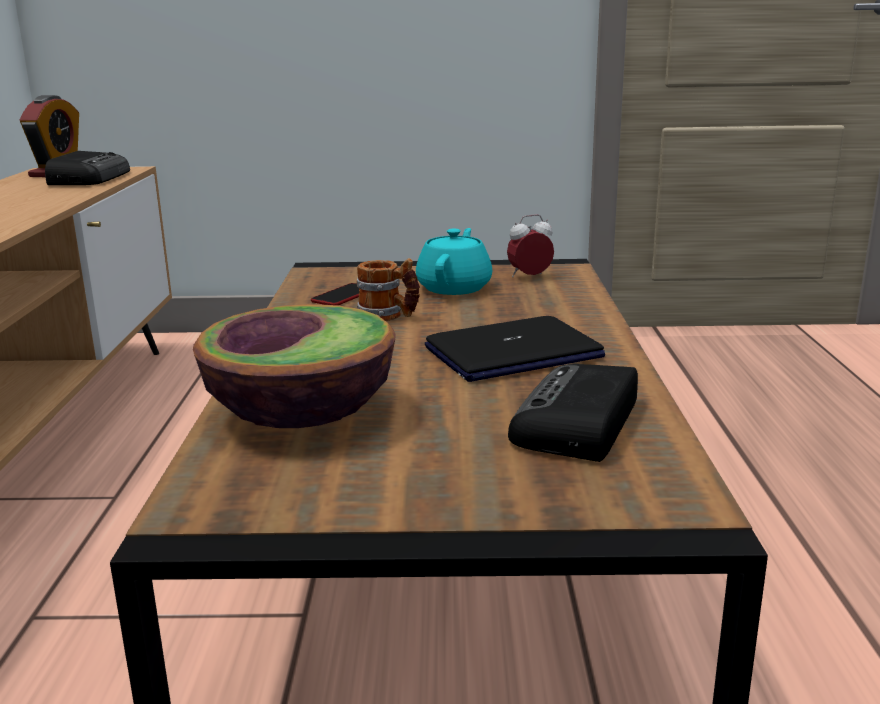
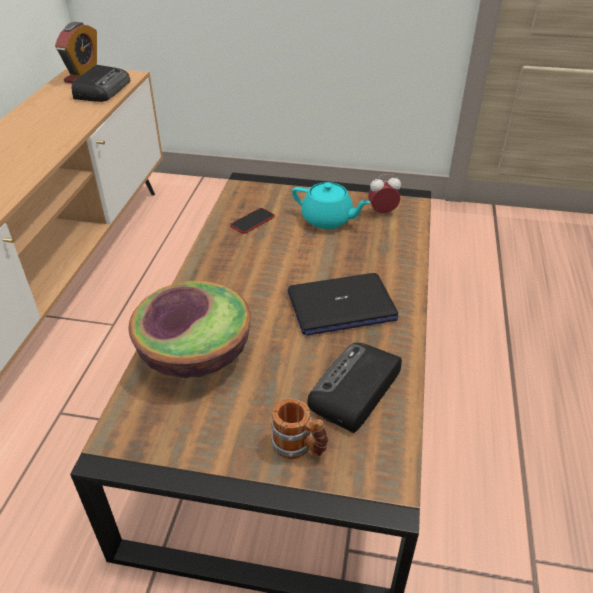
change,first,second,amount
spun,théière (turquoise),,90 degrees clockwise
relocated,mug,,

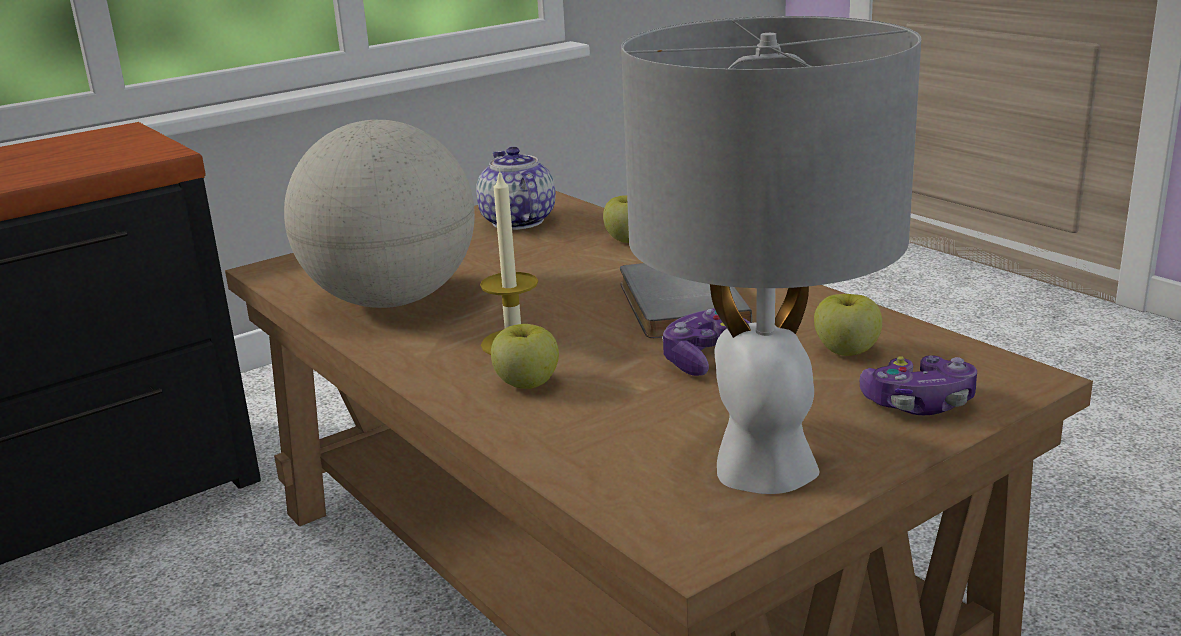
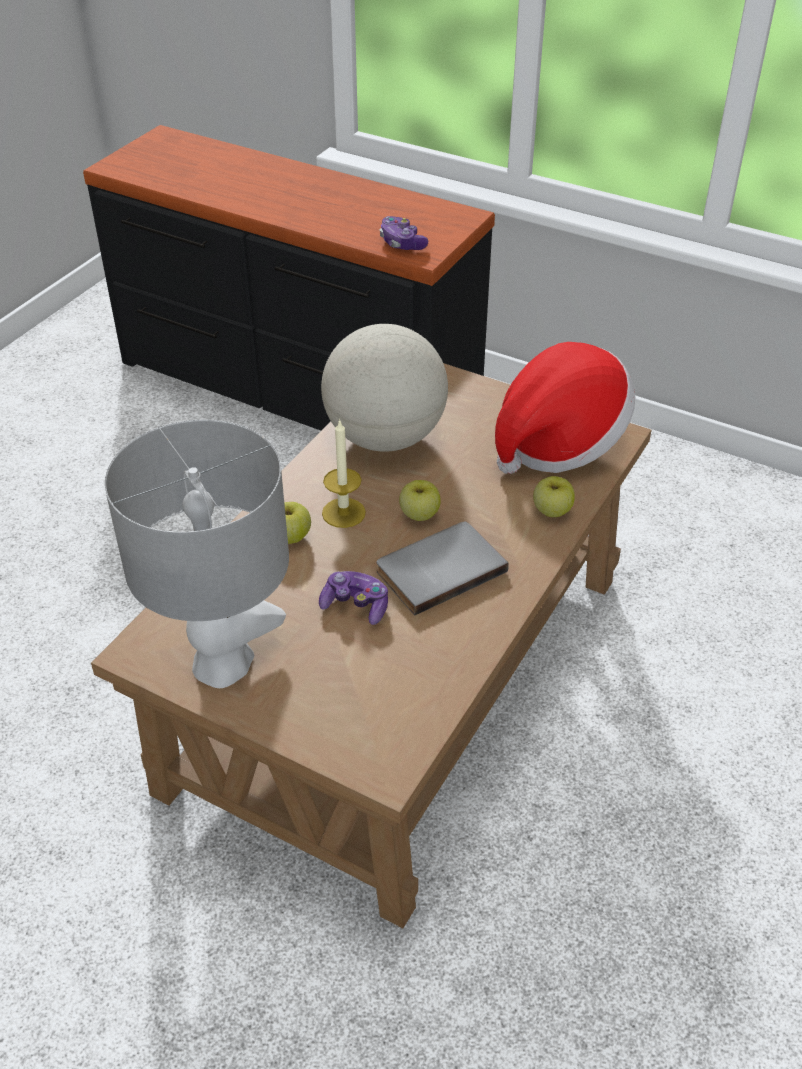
change,first,second,amount
exchanged,théière,chapeau,
relocated,pomme (no. 3 from left in the first image),pomme (no. 2 from left),
relocated,manette (no. 2 from left),,

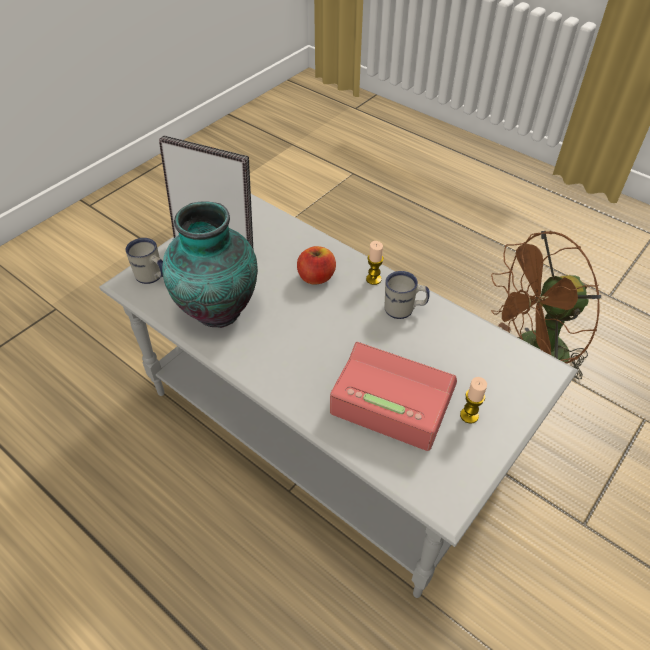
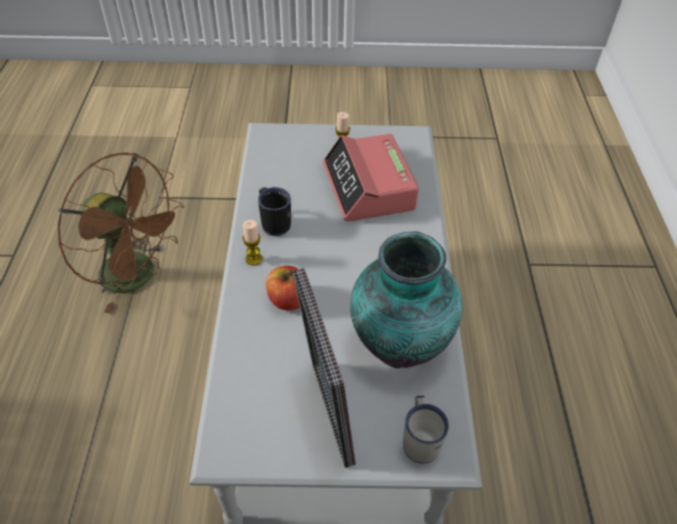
change,first,second,amount
colour,mug (blanc) (no. 2 from left),mug (noir),

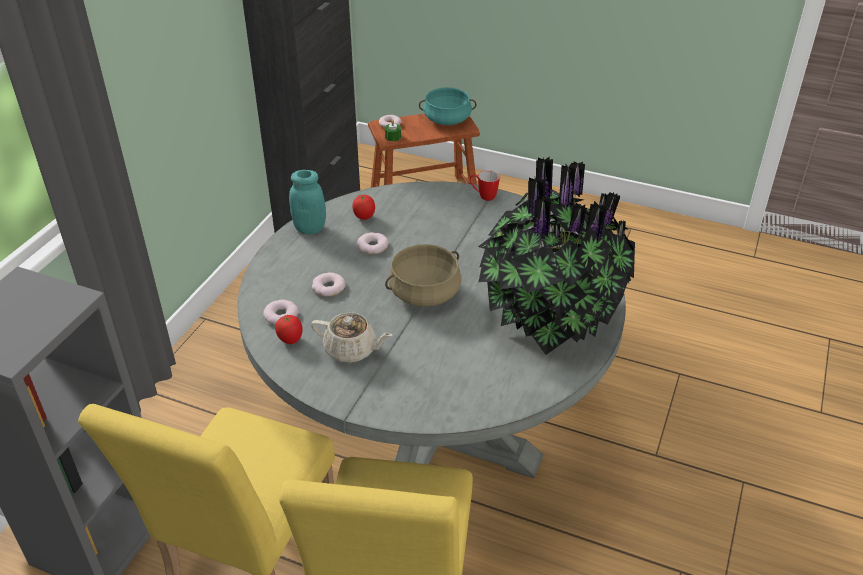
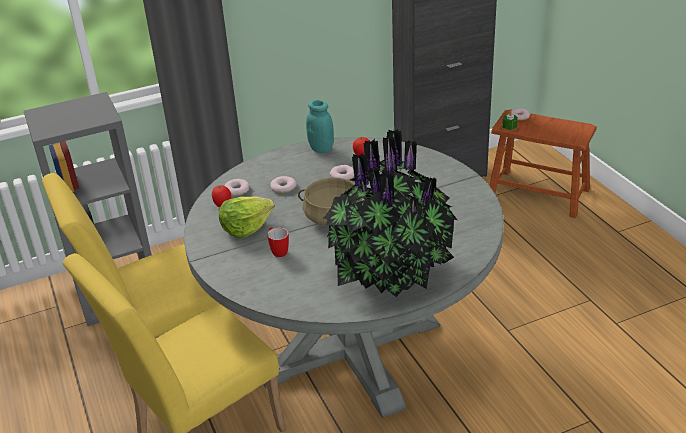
change,first,second,amount
missing,marmite (turquoise),,
relocated,mug,,
exchanged,théière (beige),laitue,

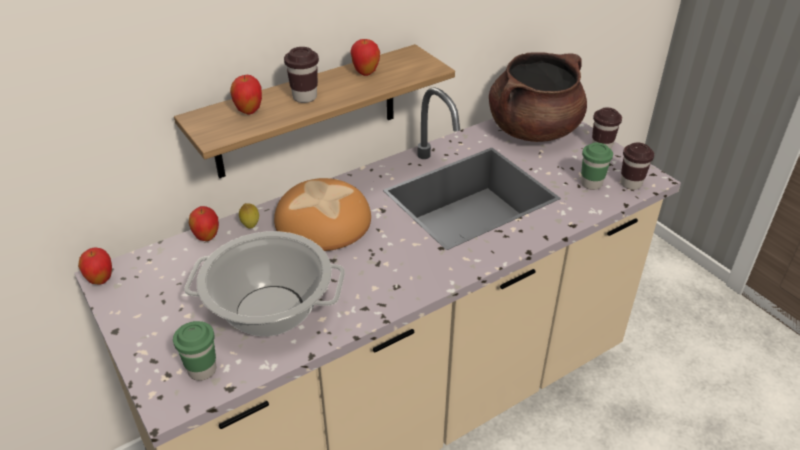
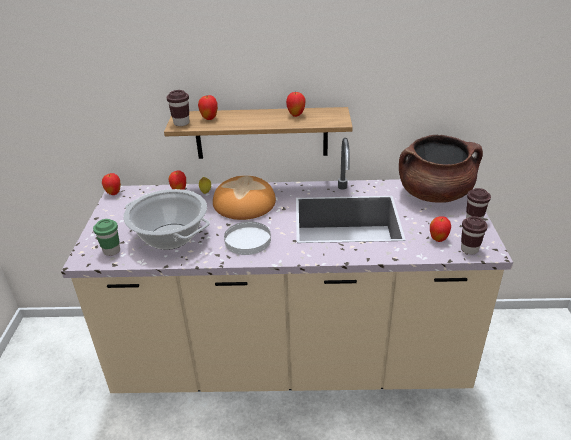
change,first,second,amount
relocated,tasse (marron) (no. 1 from left),,
exchanged,tasse (vert) (no. 2 from left),pomme (no. 5 from left),
appeared,,assiette (blanc),

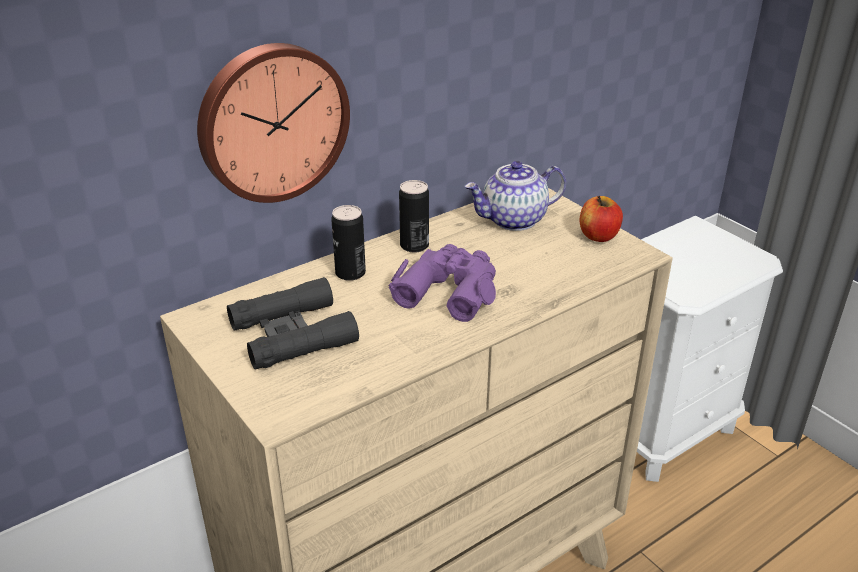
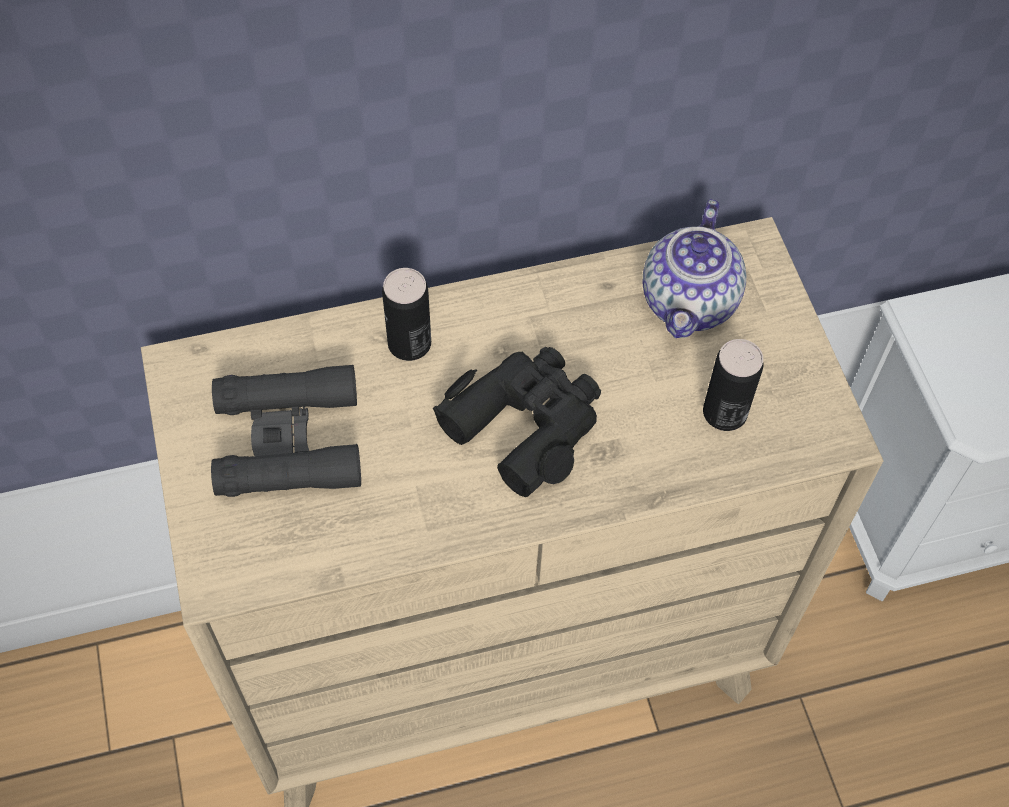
change,first,second,amount
missing,horloge murale,,
spun,théière,,75 degrees counterclockwise
relocated,boîte métallique (no. 2 from left),,
missing,pomme,,
colour,jumelles (violet),jumelles (noir) (no. 2 from left),

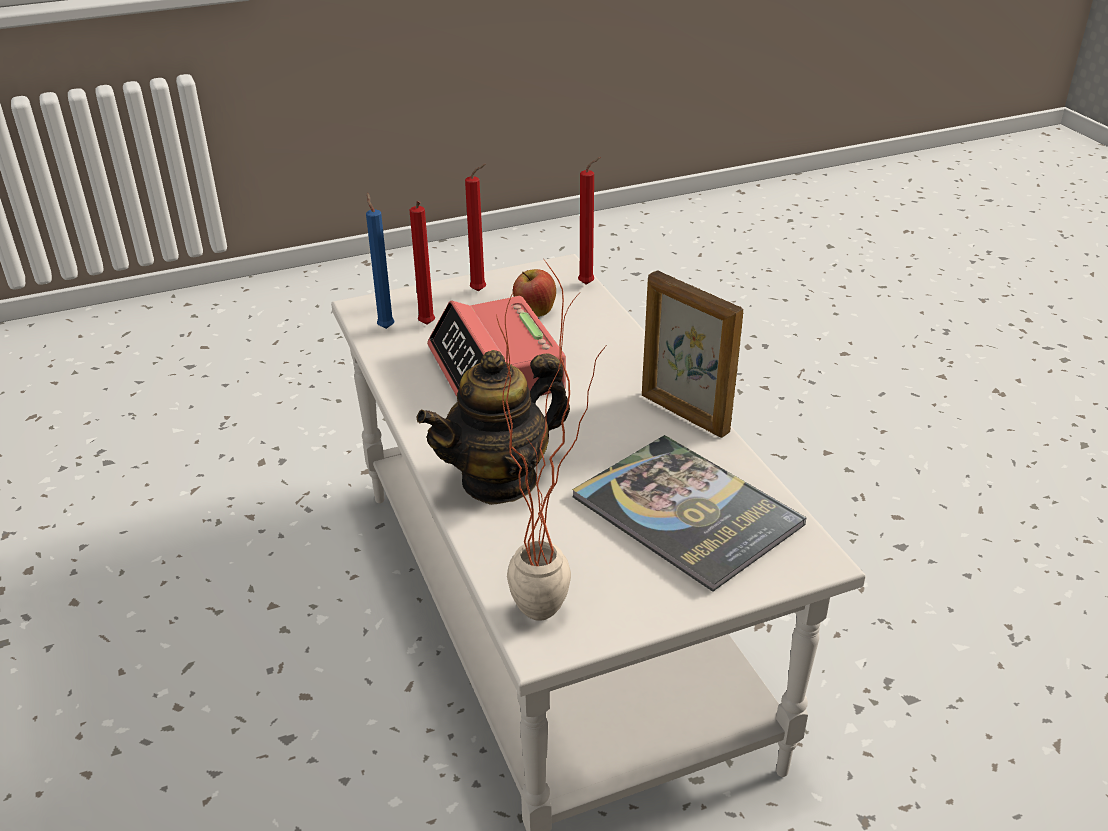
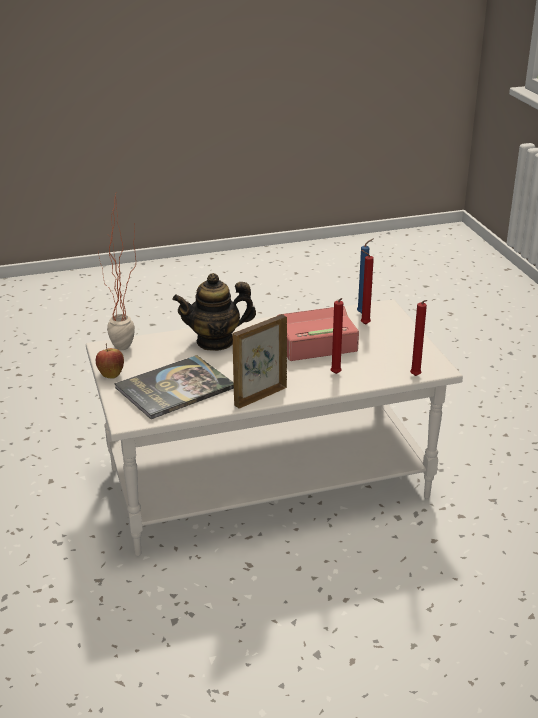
change,first,second,amount
relocated,bougie (rouge) (no. 2 from left in the first image),bougie (rouge) (no. 1 from left),
relocated,pomme,,
spun,théière,,75 degrees counterclockwise

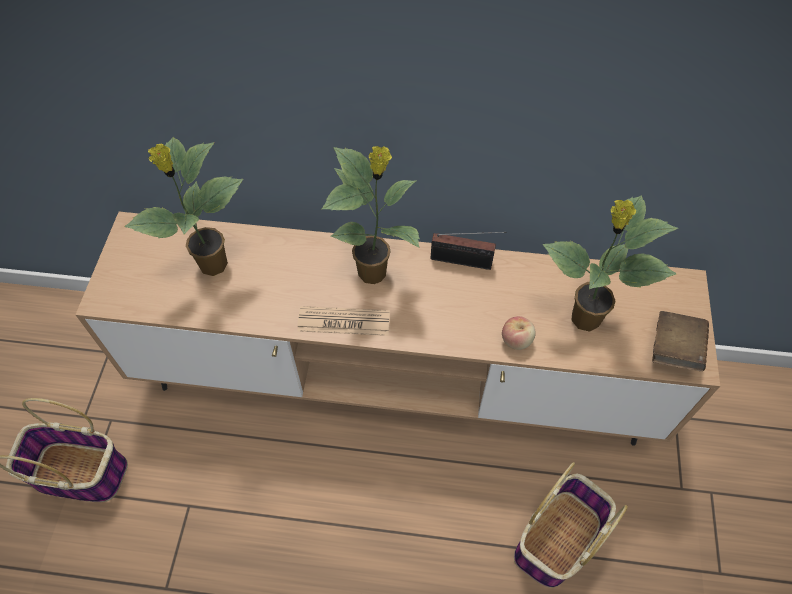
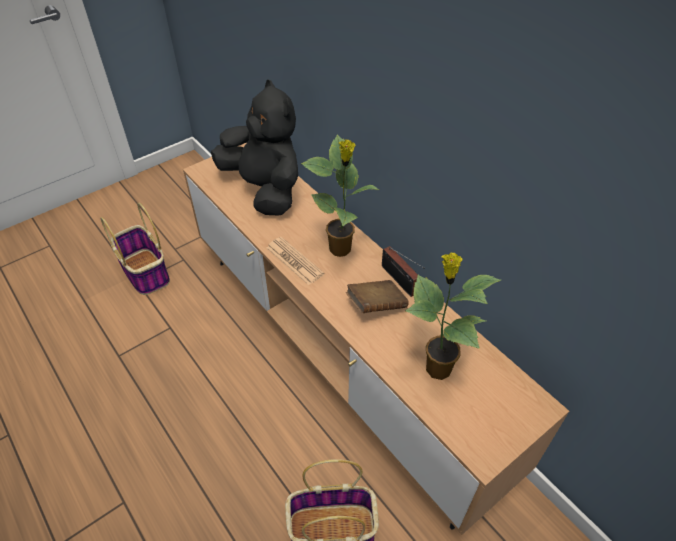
change,first,second,amount
exchanged,plante en pot (no. 1 from left),peluche (noir),
relocated,livre (marron),,
missing,pomme,,

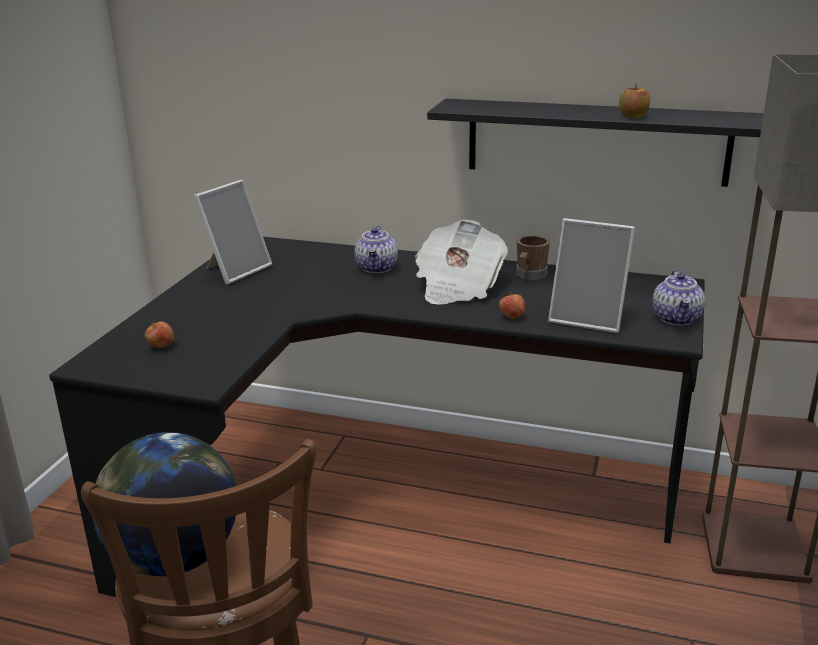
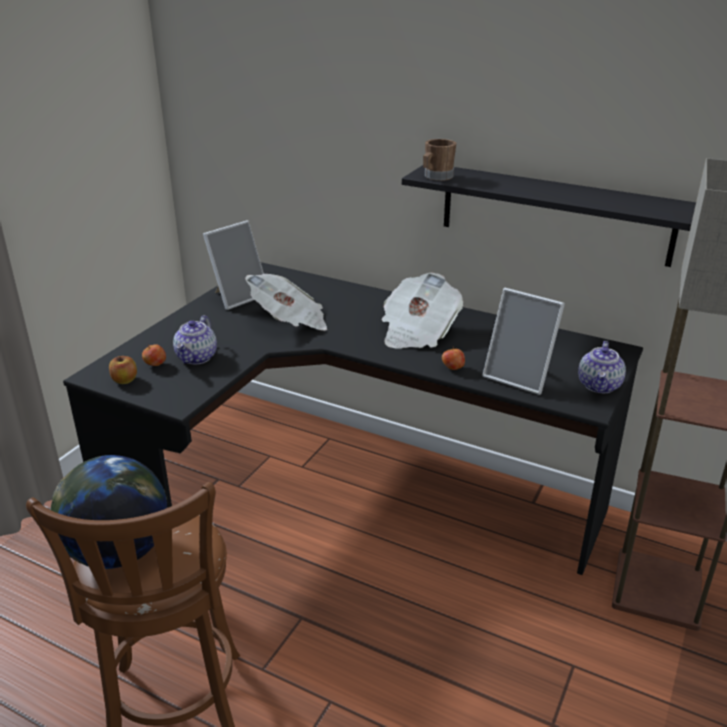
change,first,second,amount
relocated,pomme (no. 3 from left in the first image),pomme (no. 1 from left),
relocated,théière (no. 1 from left),,
relocated,mug (marron),,
appeared,,journal (no. 1 from left),

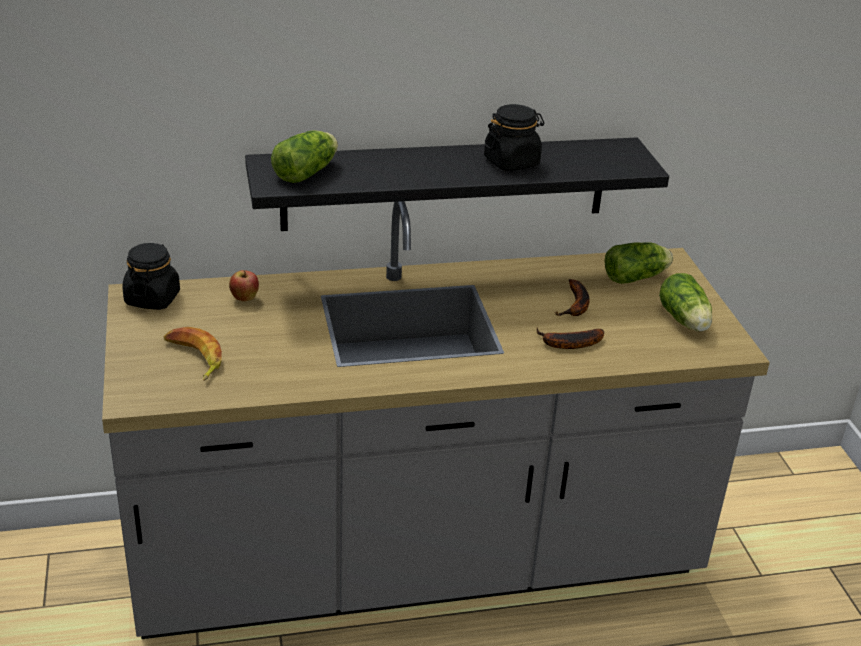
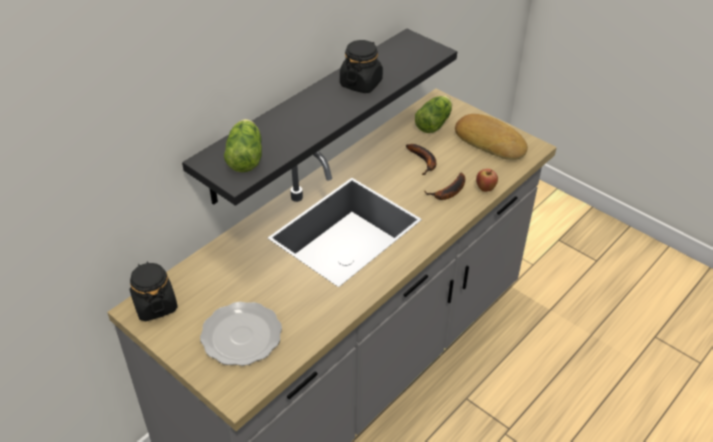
change,first,second,amount
relocated,pomme,,
exchanged,laitue (no. 3 from left),pain,
exchanged,banane (no. 1 from left),assiette,

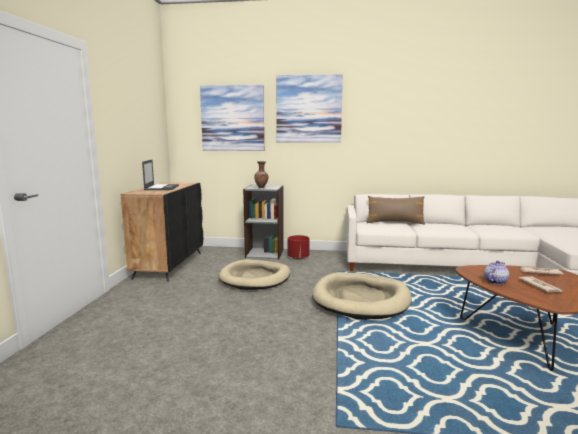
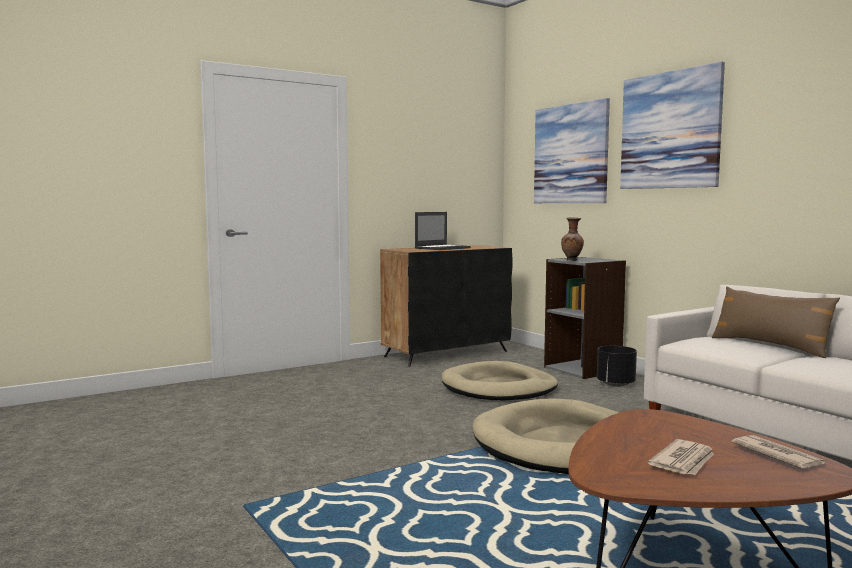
change,first,second,amount
colour,cache-pot (rouge),cache-pot (noir),
missing,théière,,

